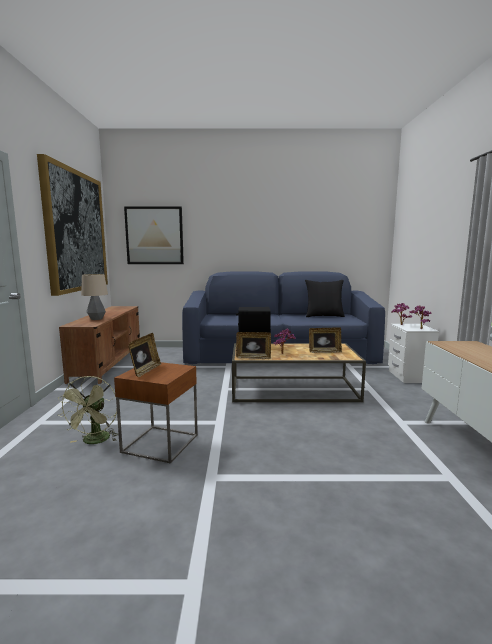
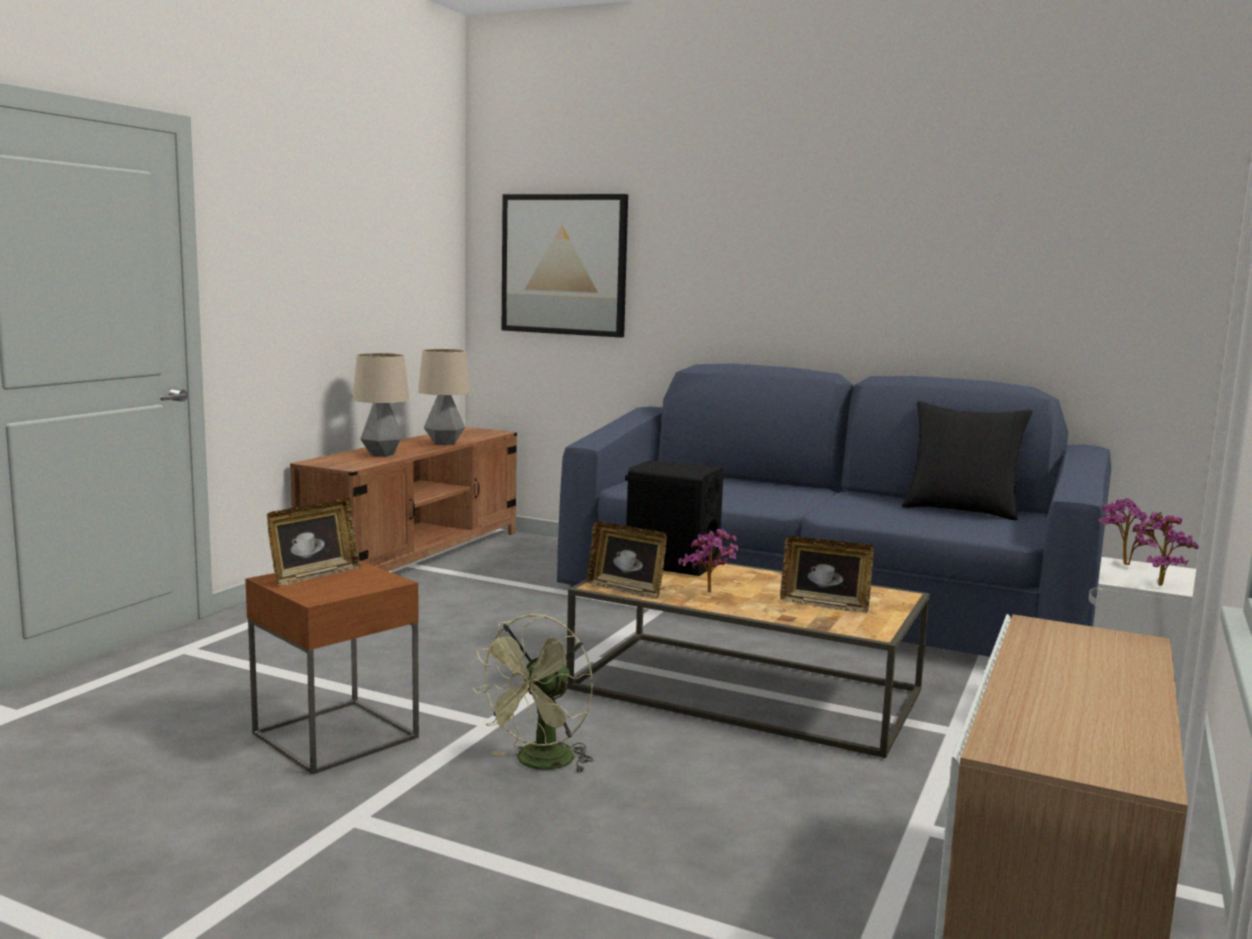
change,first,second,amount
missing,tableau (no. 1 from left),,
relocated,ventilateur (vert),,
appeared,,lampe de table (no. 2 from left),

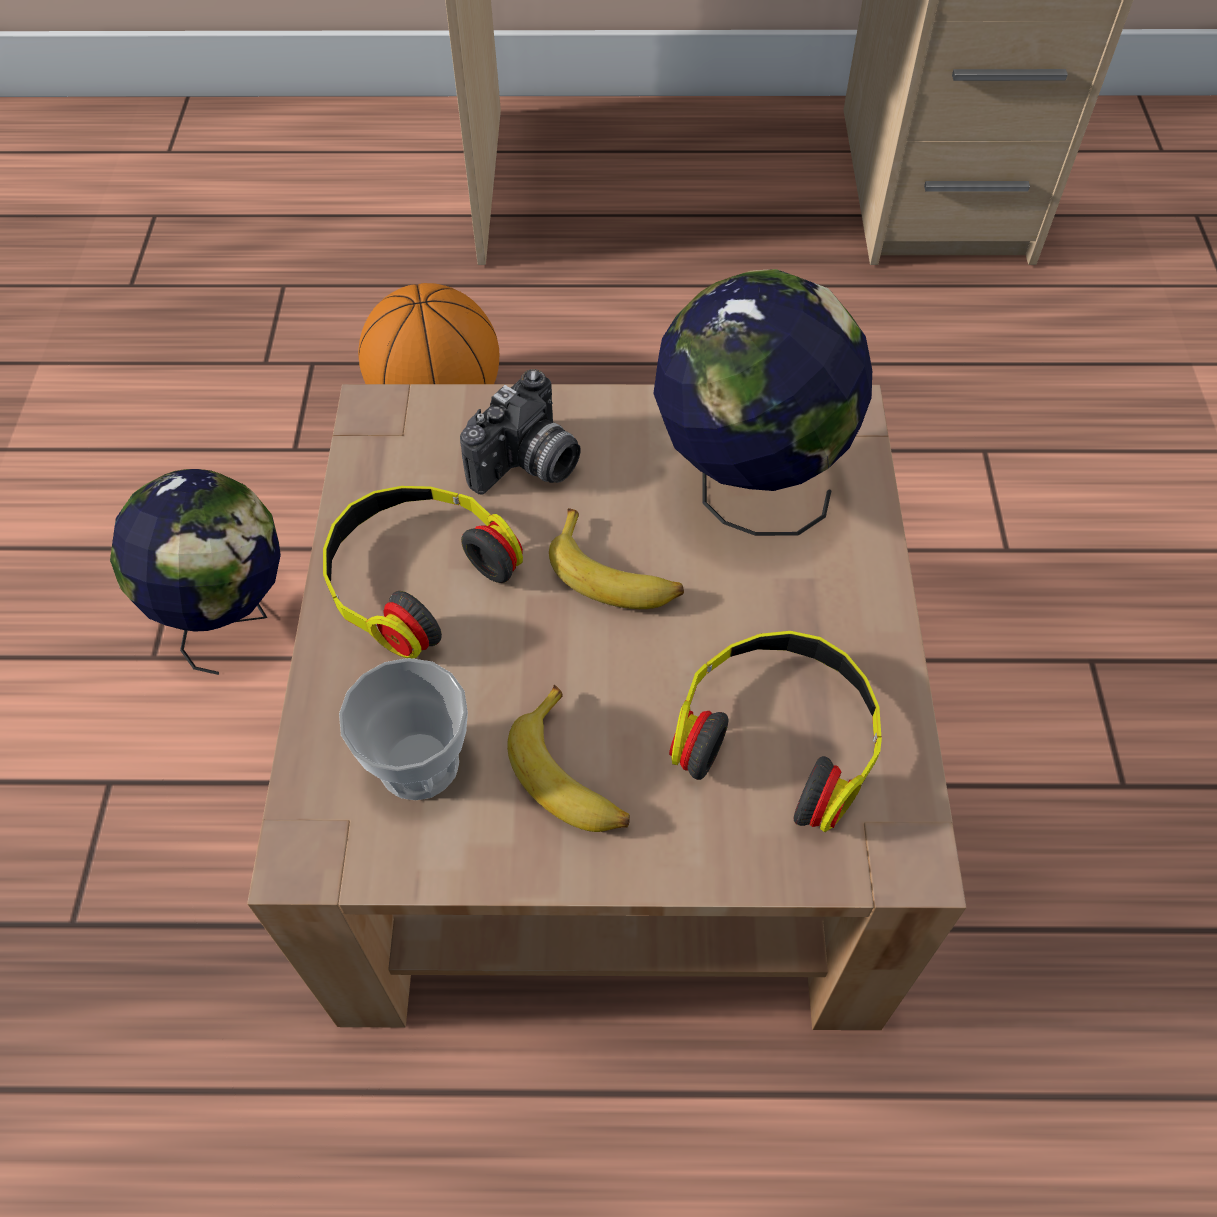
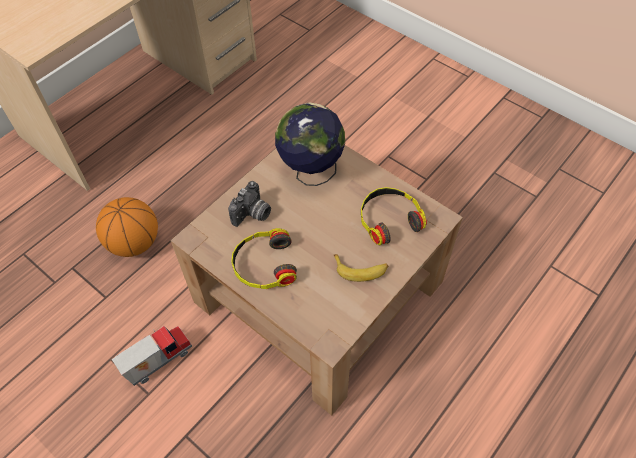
change,first,second,amount
spun,appareil photo,,45 degrees clockwise
exchanged,globe (no. 1 from left),camion jouet,
missing,banane (no. 2 from left),,
missing,tasse,,

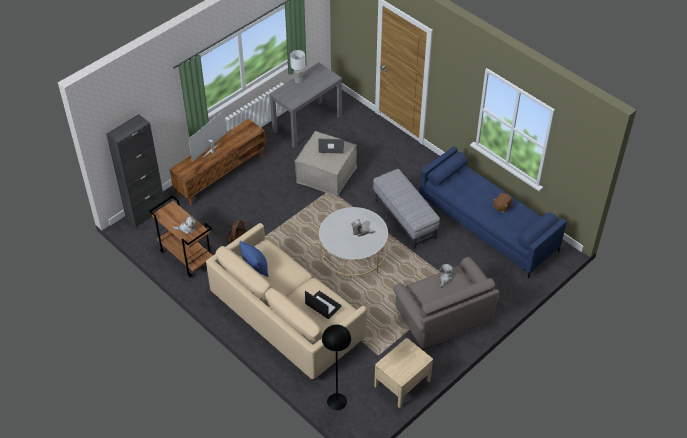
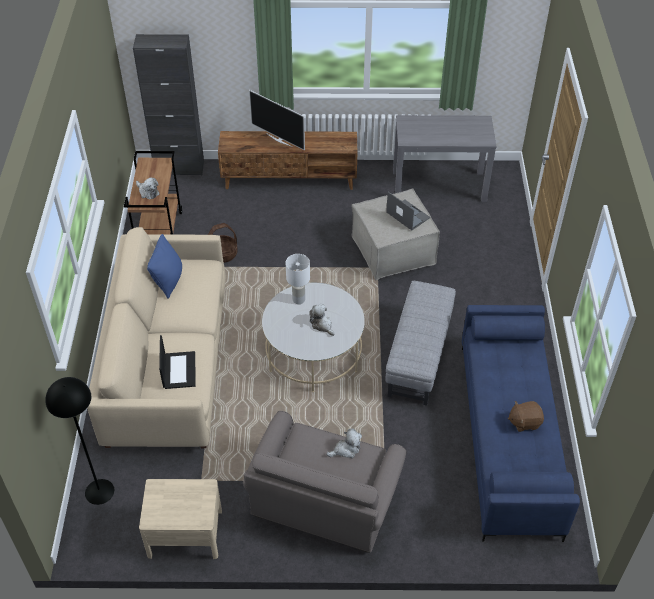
change,first,second,amount
relocated,lampe de table (blanc),,
spun,téléviseur,,135 degrees counterclockwise

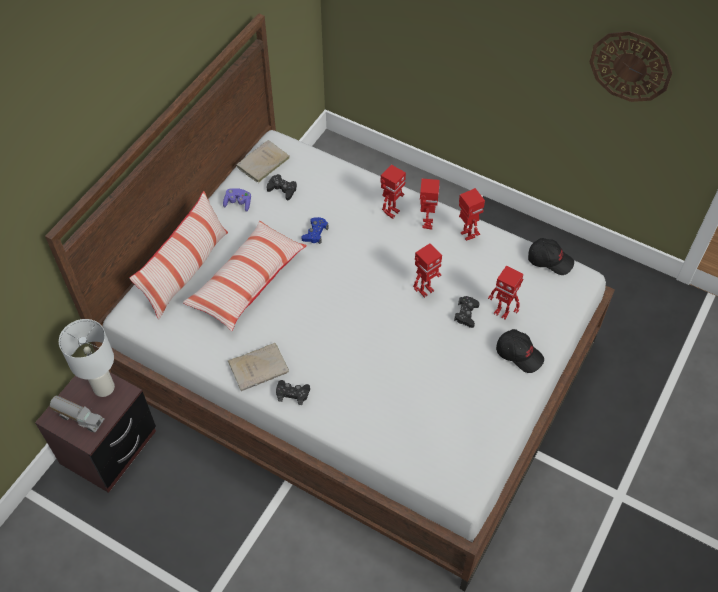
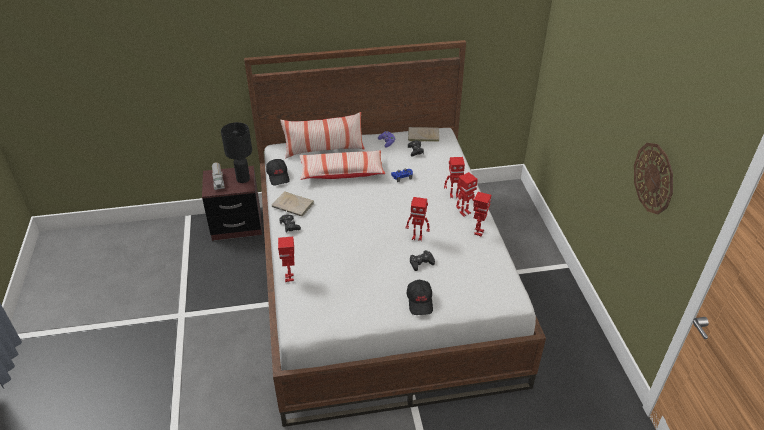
change,first,second,amount
relocated,casquette (noir) (no. 2 from left in the first image),casquette (noir) (no. 1 from left),
relocated,robot jouet (no. 5 from left in the first image),robot jouet (no. 1 from left),
colour,lampe de table (blanc),lampe de table (noir),

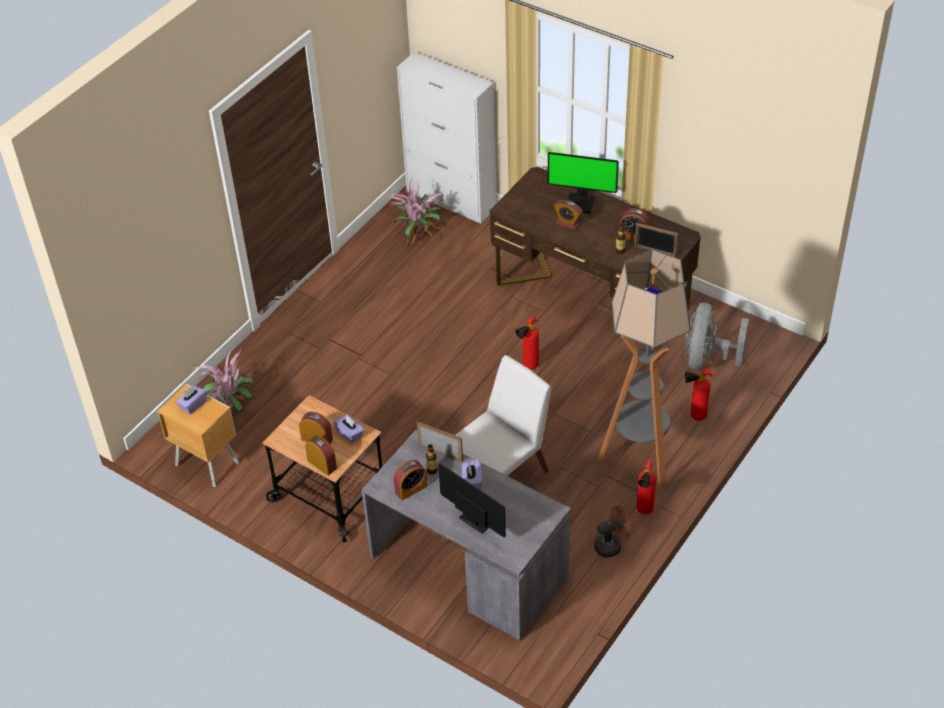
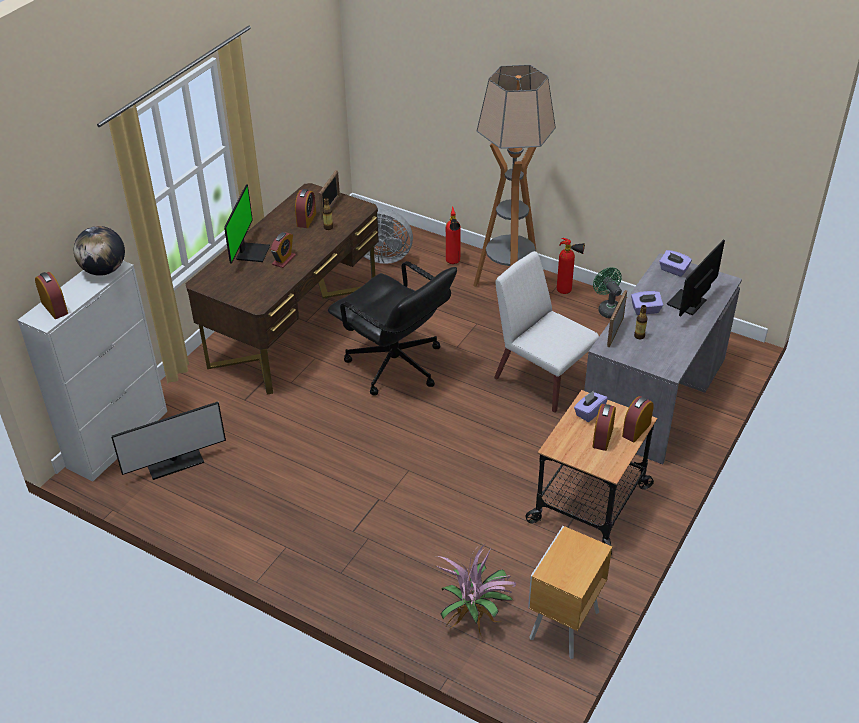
change,first,second,amount
exchanged,plante en pot (no. 2 from left),écran d'ordinateur (no. 1 from left),
exchanged,extincteur (no. 1 from left),chaise de bureau (noir),
relocated,boîte à mouchoirs (violet) (no. 1 from left in the first image),boîte à mouchoirs (violet) (no. 3 from left),
relocated,réveil (no. 3 from left in the first image),réveil (no. 1 from left),
colour,ventilateur (marron),ventilateur (vert),
appeared,,globe,

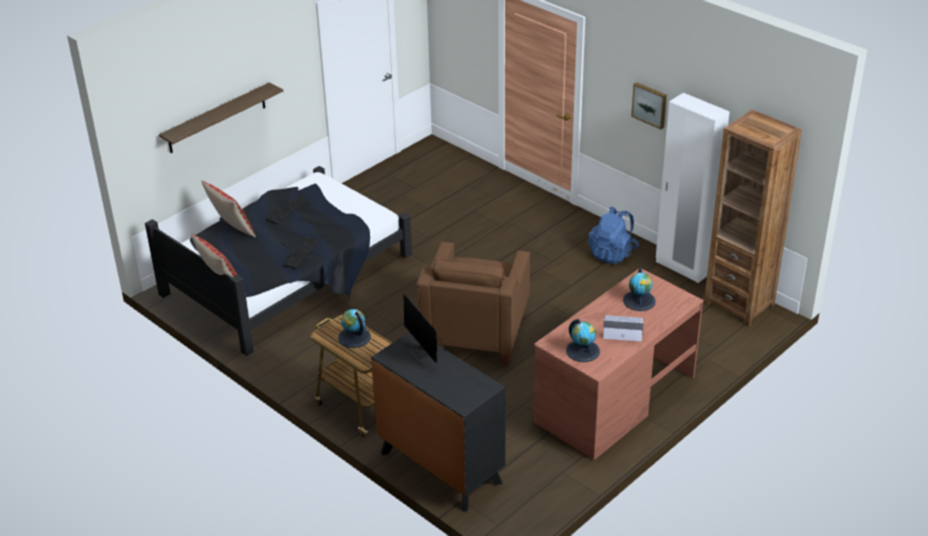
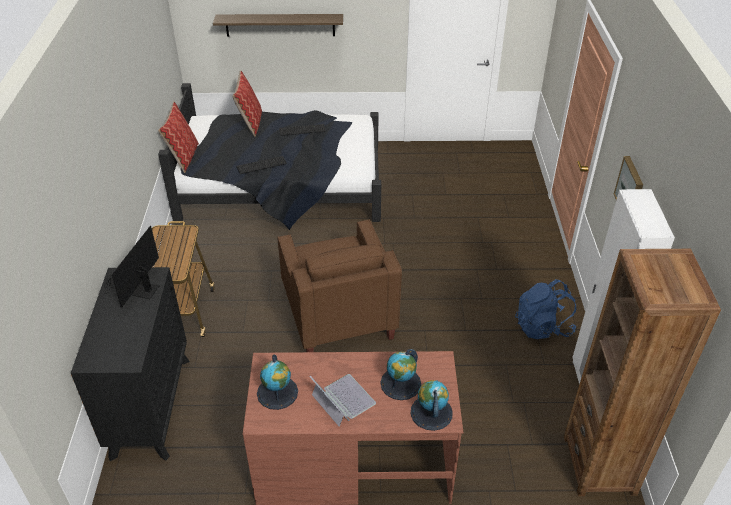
change,first,second,amount
spun,fauteuil (marron),,75 degrees counterclockwise
relocated,globe (no. 1 from left in the first image),globe (no. 3 from left),

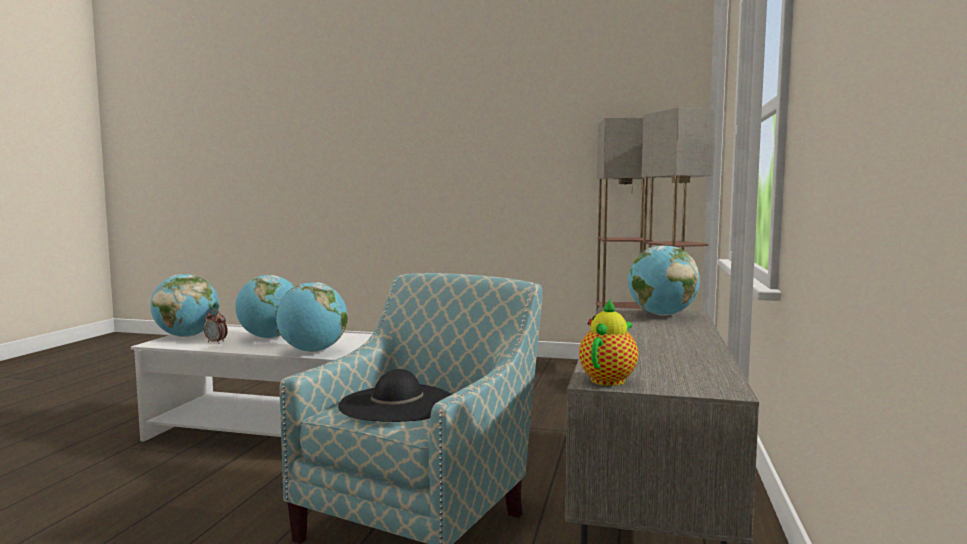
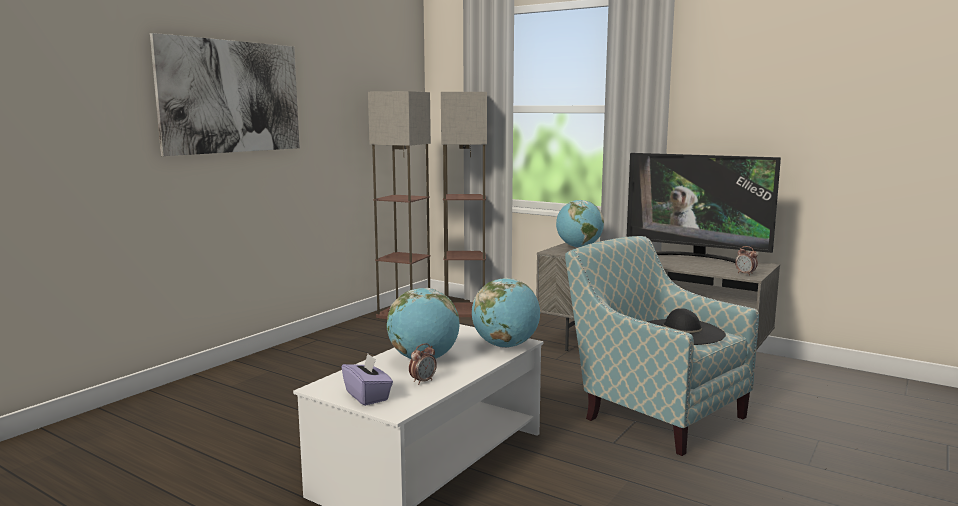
change,first,second,amount
exchanged,globe (no. 1 from left),boîte à mouchoirs (violet),
exchanged,théière,réveil (no. 2 from left),
appeared,,tableau,
appeared,,téléviseur,

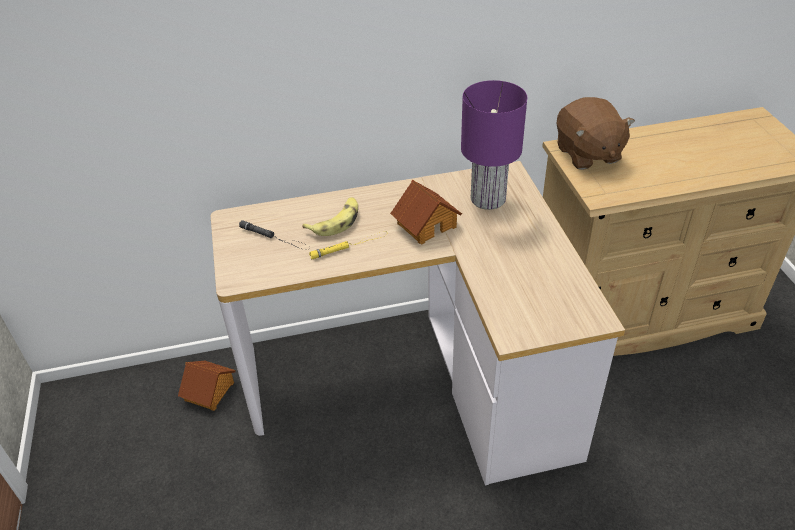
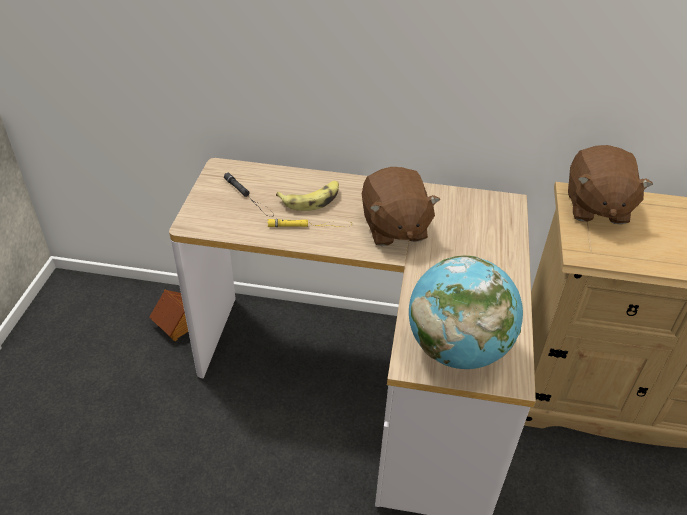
change,first,second,amount
missing,lampe de table (violet),,
exchanged,maison miniature (no. 2 from left),peluche (marron) (no. 1 from left),
appeared,,globe,

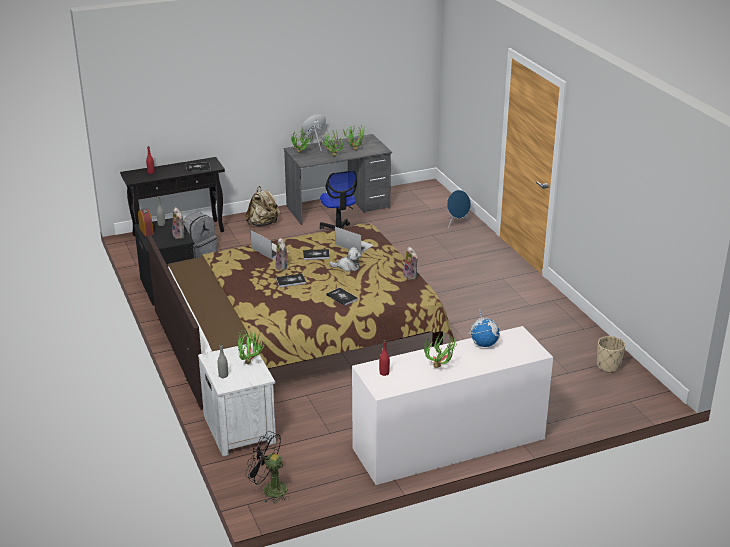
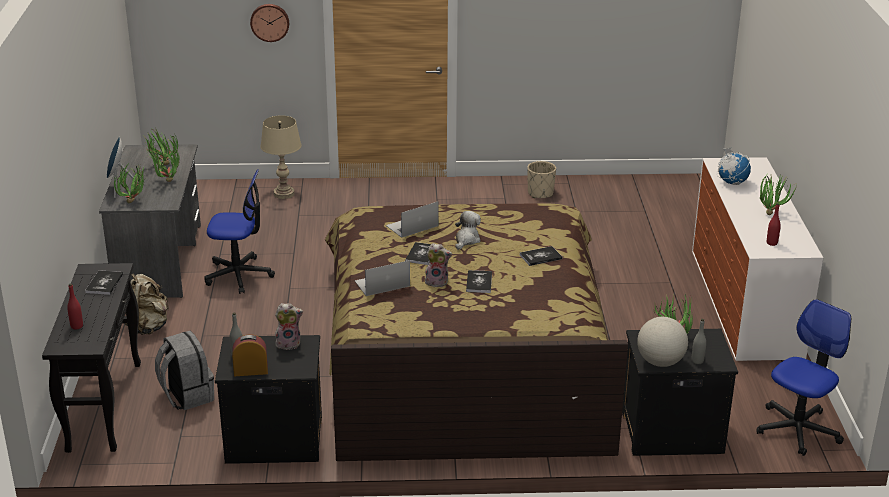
change,first,second,amount
exchanged,enceinte (bleu) (no. 2 from left),lampe de table (beige),
missing,peluche (no. 4 from left),,
relocated,cache-pot (beige),,
colour,table de chevet (blanc),table de chevet (noir) (no. 2 from left),
exchanged,ventilateur (noir),chaise de bureau (no. 2 from left),
appeared,,horloge murale,
appeared,,globe (no. 1 from left),

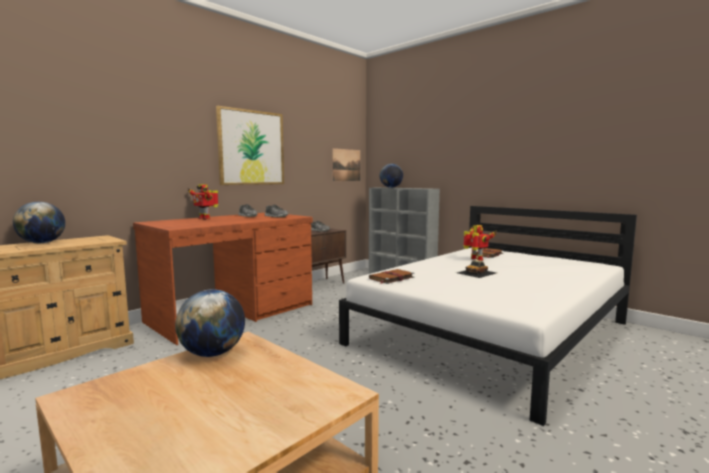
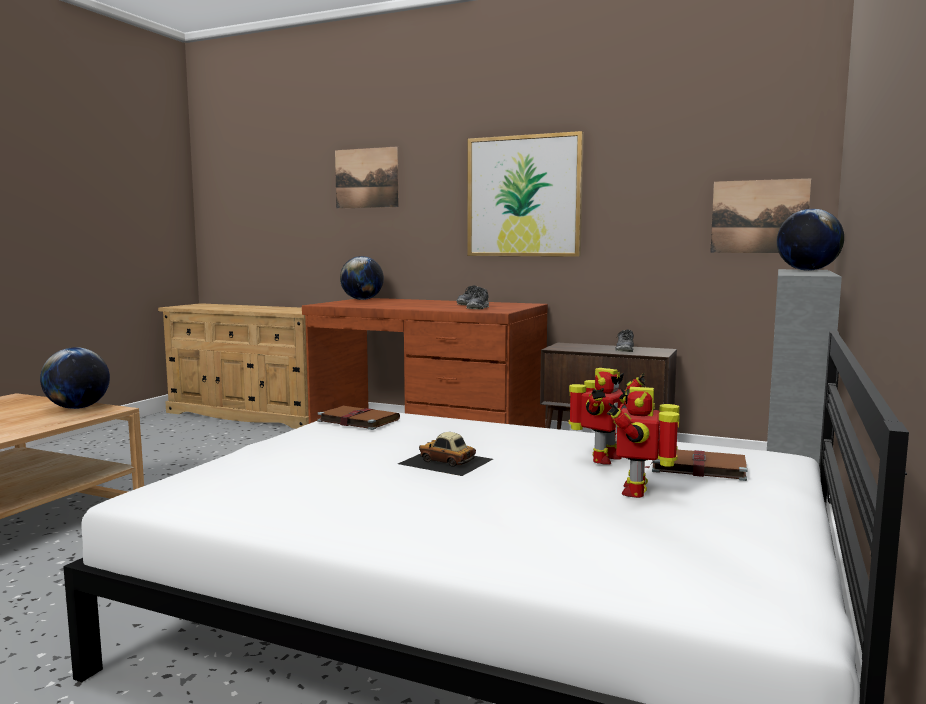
change,first,second,amount
relocated,robot jouet (no. 1 from left in the first image),robot jouet (no. 2 from left),
relocated,globe (no. 1 from left in the first image),globe (no. 2 from left),
appeared,,tableau (no. 1 from left),

